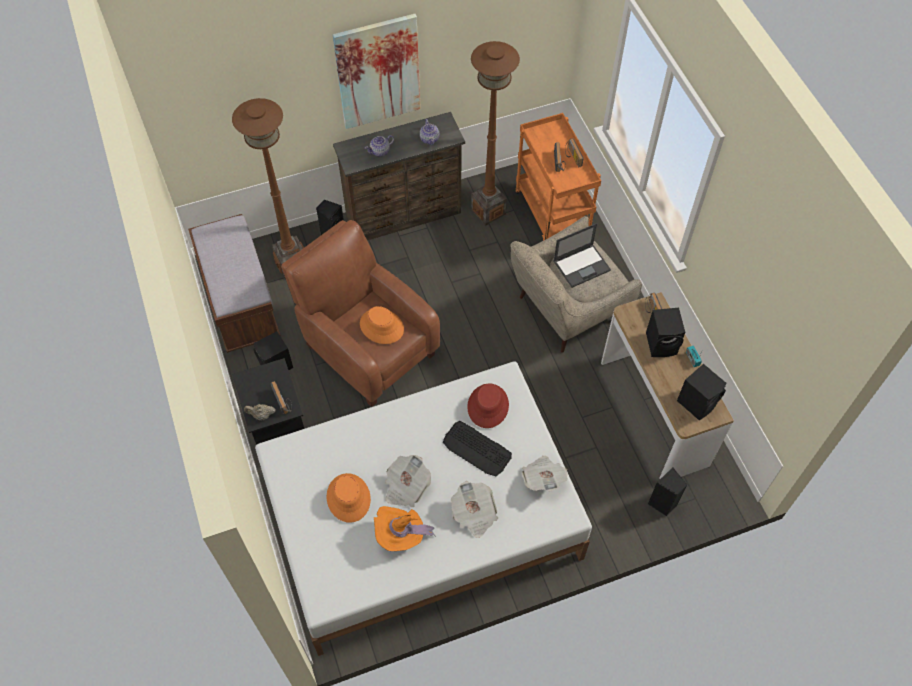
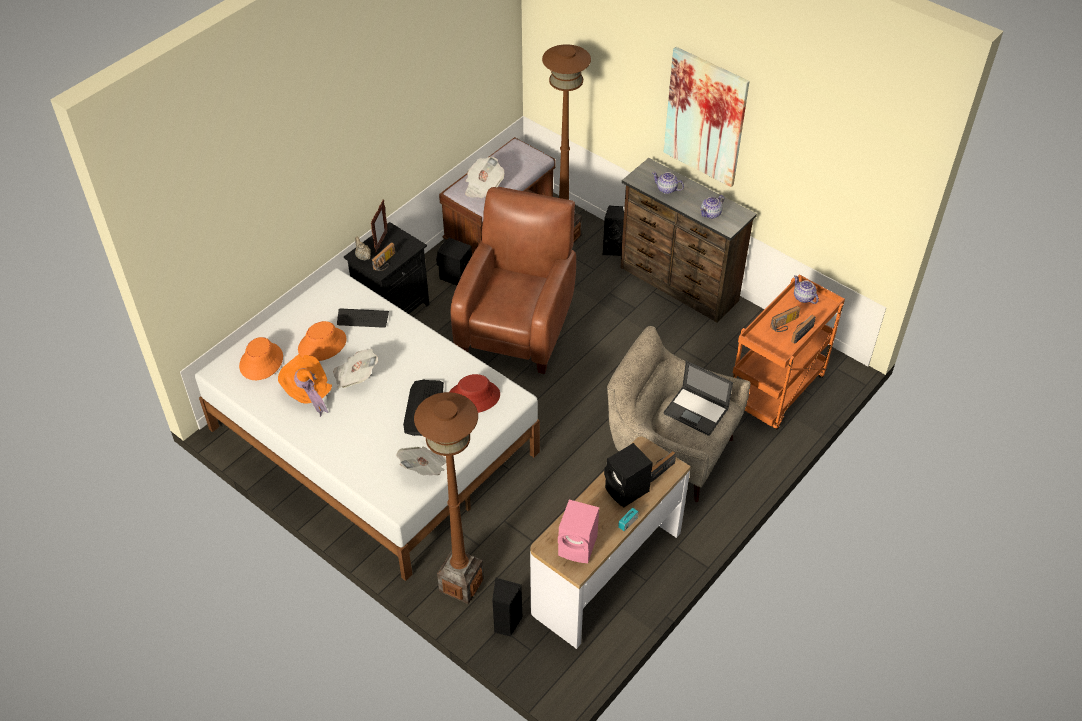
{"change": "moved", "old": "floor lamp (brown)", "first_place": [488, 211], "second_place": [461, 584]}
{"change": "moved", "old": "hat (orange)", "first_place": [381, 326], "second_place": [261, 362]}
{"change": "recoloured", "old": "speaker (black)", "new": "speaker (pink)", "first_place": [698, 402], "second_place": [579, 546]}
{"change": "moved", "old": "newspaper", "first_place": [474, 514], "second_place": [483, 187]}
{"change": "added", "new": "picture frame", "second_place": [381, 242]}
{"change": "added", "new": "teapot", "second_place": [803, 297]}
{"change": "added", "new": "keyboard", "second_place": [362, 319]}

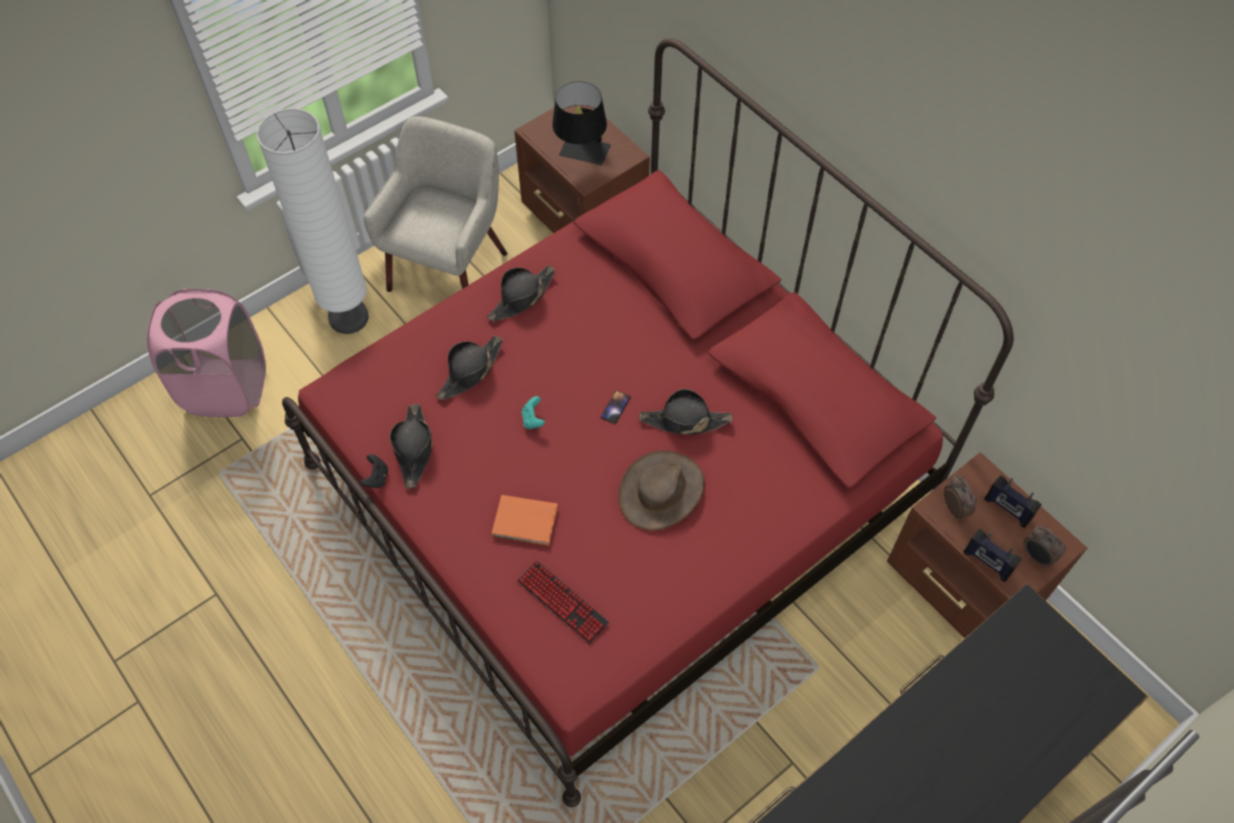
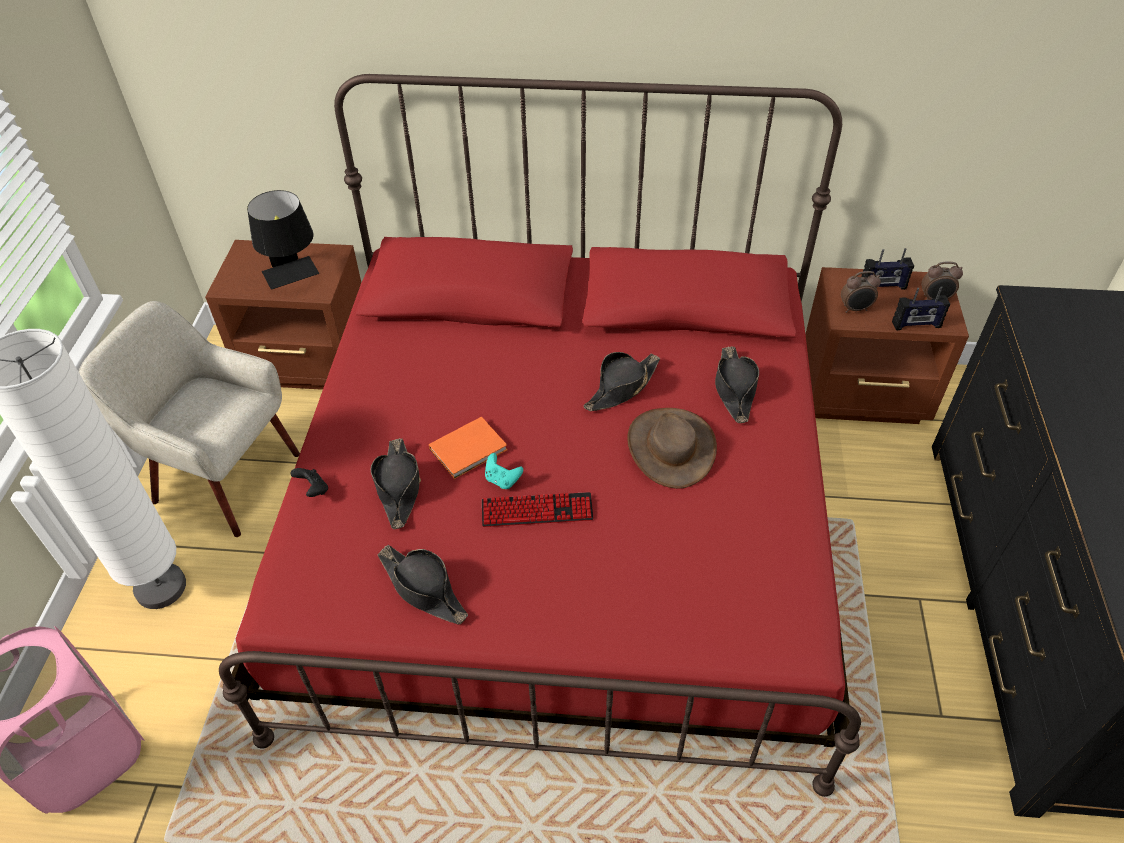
{"change": "turned", "old": "armchair (beige)", "first_place": [450, 270], "second_place": [224, 478], "degrees": -45}
{"change": "moved", "old": "hat (black)", "first_place": [521, 297], "second_place": [734, 389]}
{"change": "removed", "old": "phone", "first_place": [615, 407]}
{"change": "moved", "old": "game controller (black)", "first_place": [376, 478], "second_place": [313, 490]}
{"change": "turned", "old": "alarm clock", "first_place": [955, 508], "second_place": [855, 309], "degrees": 150}
{"change": "moved", "old": "book (orange)", "first_place": [526, 522], "second_place": [470, 449]}
{"change": "moved", "old": "keyboard", "first_place": [562, 602], "second_place": [537, 511]}

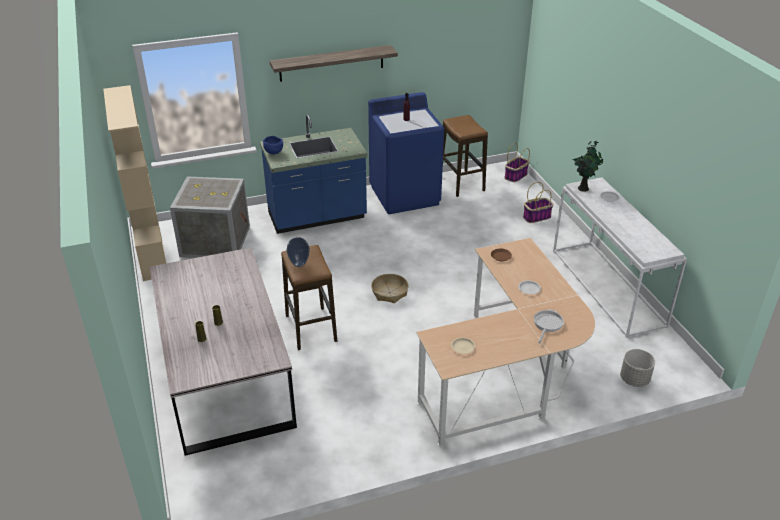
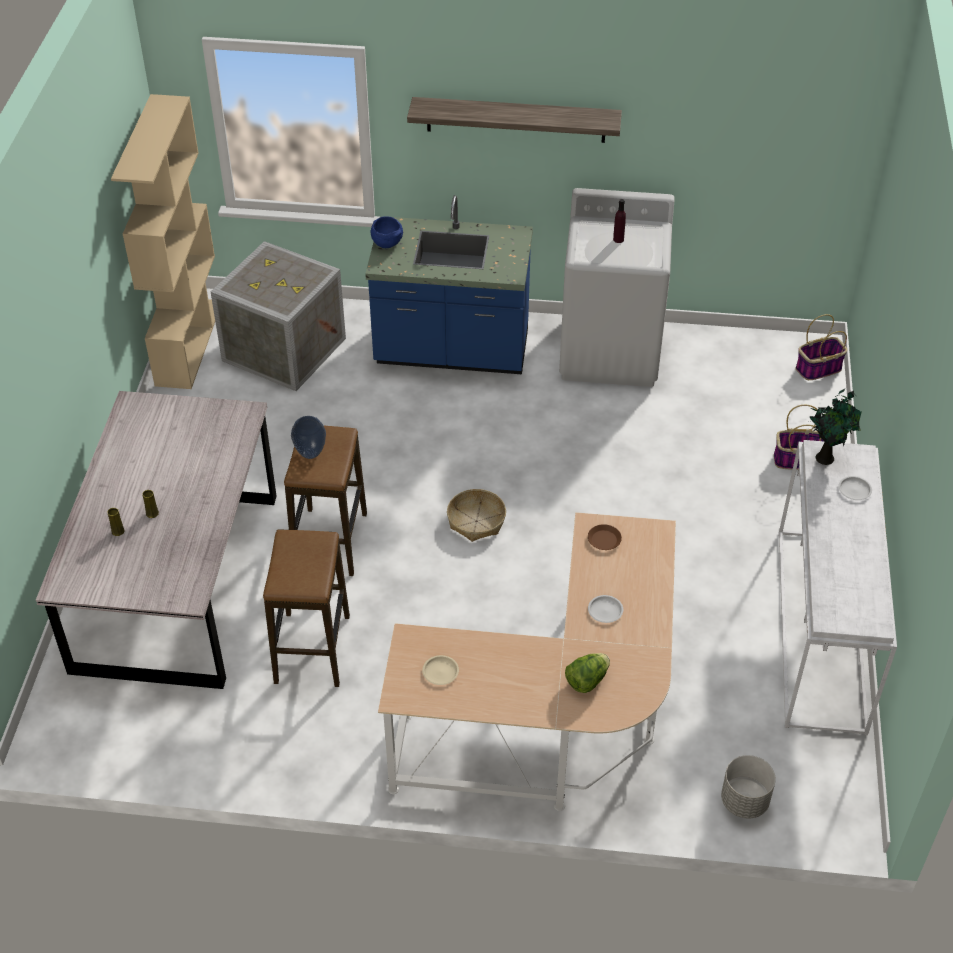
{"change": "recoloured", "old": "washing machine (blue)", "new": "washing machine (white)", "first_place": [405, 195], "second_place": [611, 352]}
{"change": "moved", "old": "stool", "first_place": [461, 184], "second_place": [312, 650]}
{"change": "replaced", "old": "frying pan", "new": "lettuce", "first_place": [547, 324], "second_place": [587, 680]}

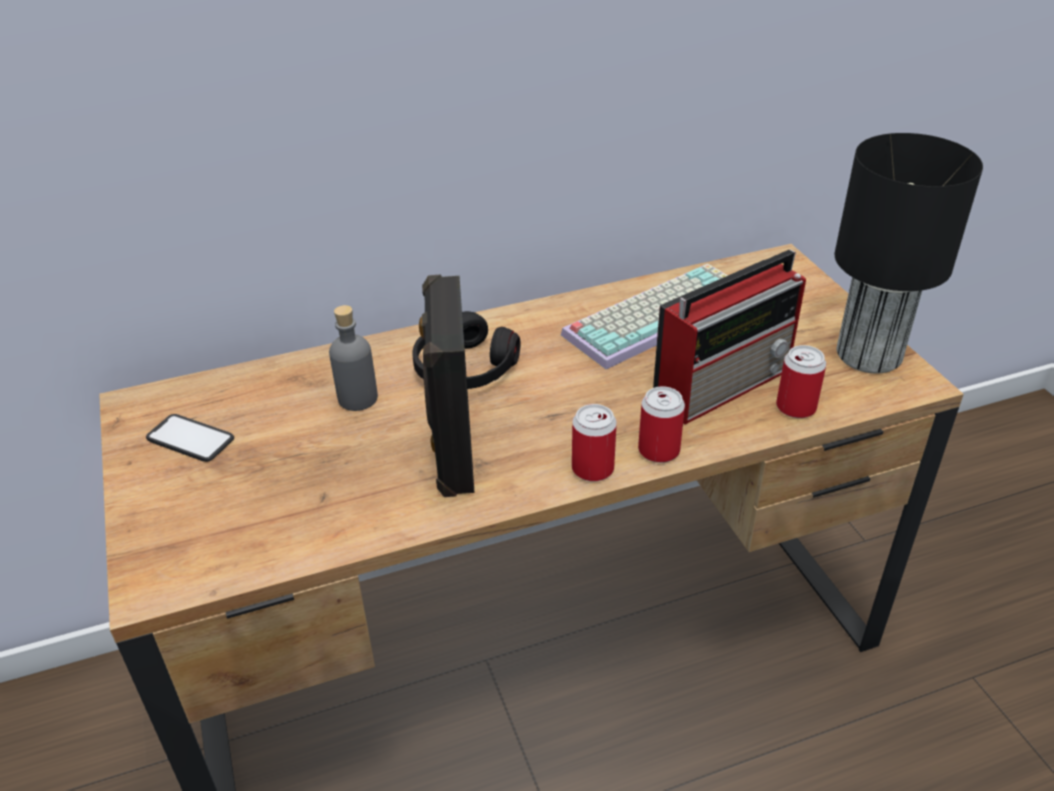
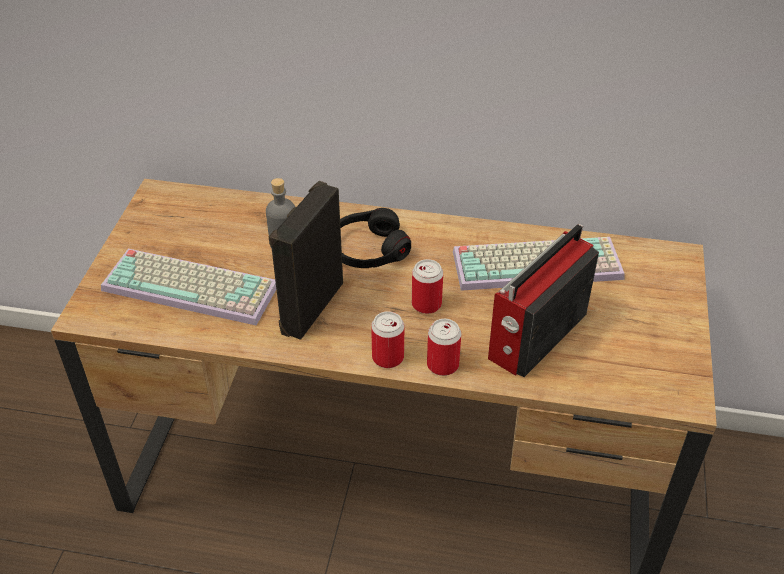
{"change": "removed", "old": "table lamp (black)", "first_place": [867, 354]}
{"change": "turned", "old": "radio", "first_place": [724, 383], "second_place": [535, 337], "degrees": 135}
{"change": "moved", "old": "can", "first_place": [796, 407], "second_place": [426, 304]}
{"change": "removed", "old": "phone", "first_place": [190, 439]}
{"change": "added", "new": "keyboard", "second_place": [193, 286]}

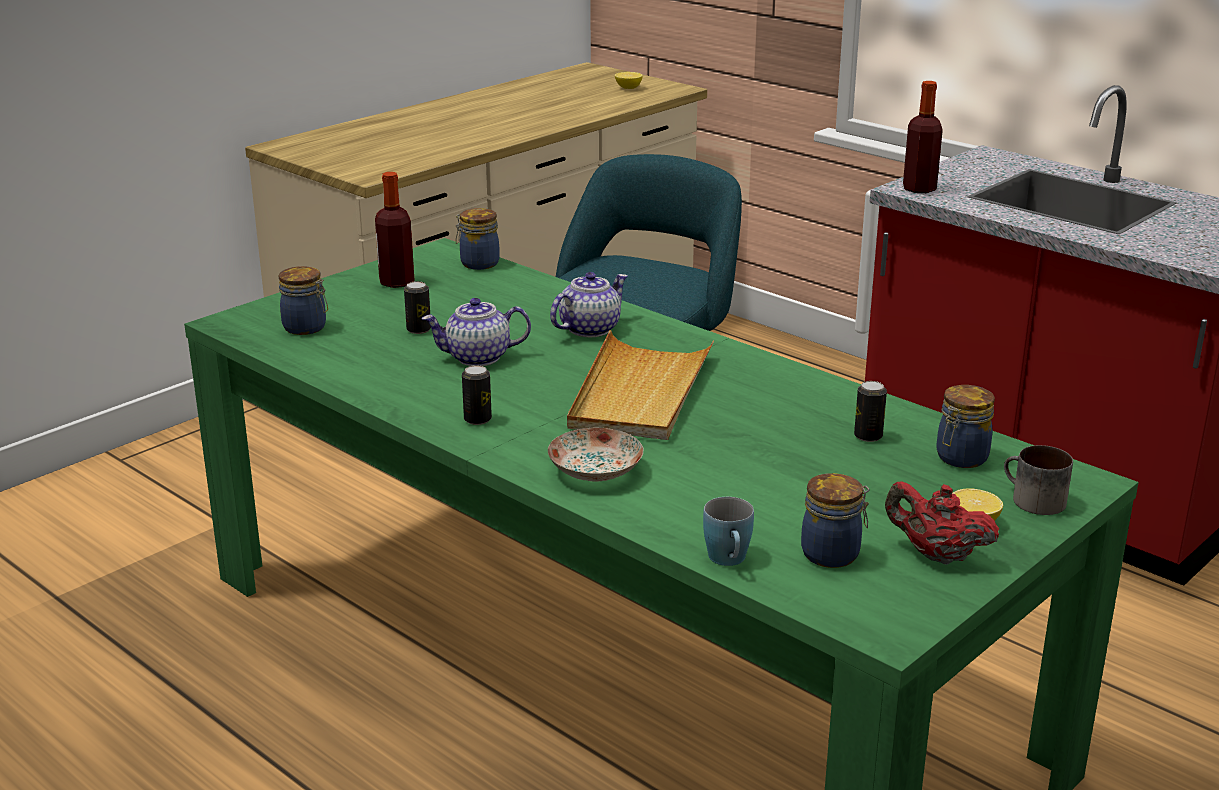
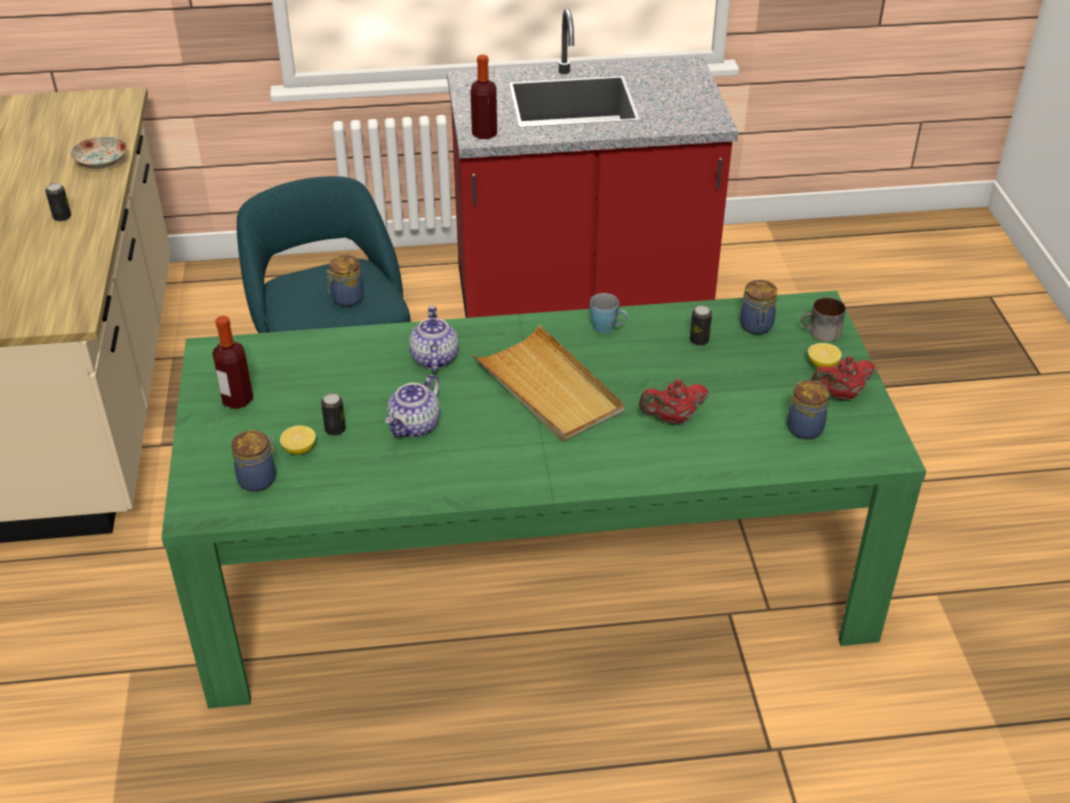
{"change": "moved", "old": "lemon", "first_place": [628, 88], "second_place": [299, 449]}
{"change": "moved", "old": "jar", "first_place": [478, 263], "second_place": [346, 299]}
{"change": "moved", "old": "can", "first_place": [477, 419], "second_place": [62, 217]}
{"change": "moved", "old": "plate", "first_place": [594, 471], "second_place": [101, 162]}
{"change": "moved", "old": "mug (blue)", "first_place": [729, 561], "second_place": [608, 328]}
{"change": "added", "new": "teapot (red)", "second_place": [672, 419]}

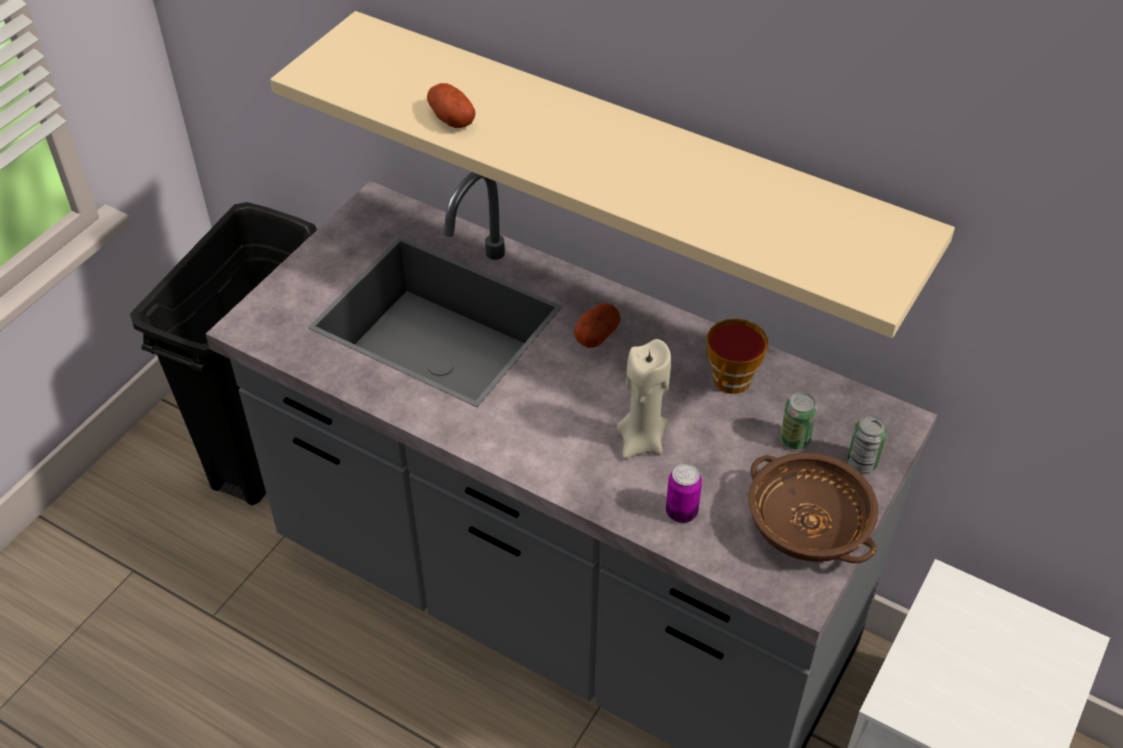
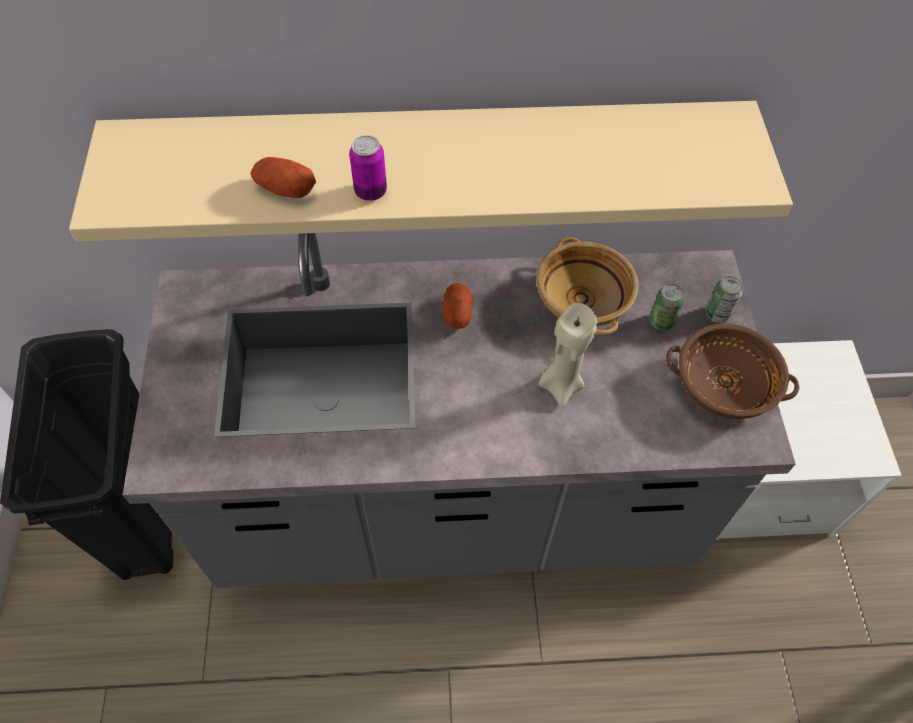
{"change": "replaced", "old": "cup", "new": "bowl (beige)", "first_place": [730, 383], "second_place": [583, 300]}
{"change": "moved", "old": "can", "first_place": [681, 512], "second_place": [370, 191]}

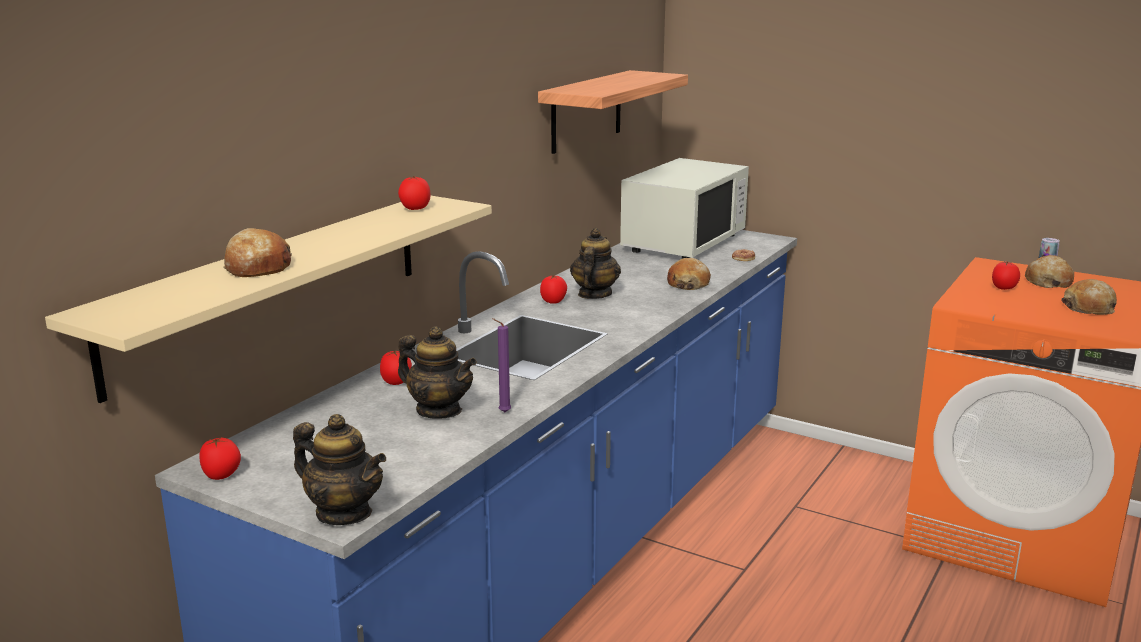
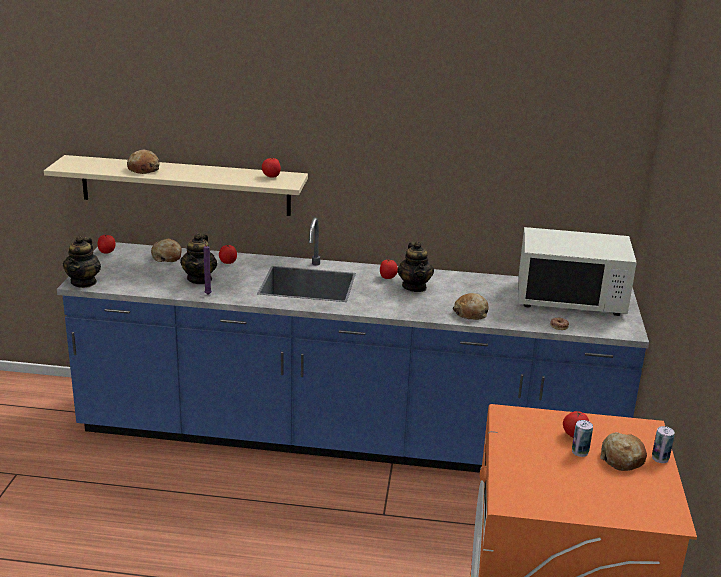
{"change": "removed", "old": "shelf", "first_place": [586, 111]}
{"change": "turned", "old": "teapot", "first_place": [594, 294], "second_place": [414, 287], "degrees": 90}
{"change": "moved", "old": "bread", "first_place": [1089, 308], "second_place": [167, 257]}
{"change": "added", "new": "can", "second_place": [580, 452]}

